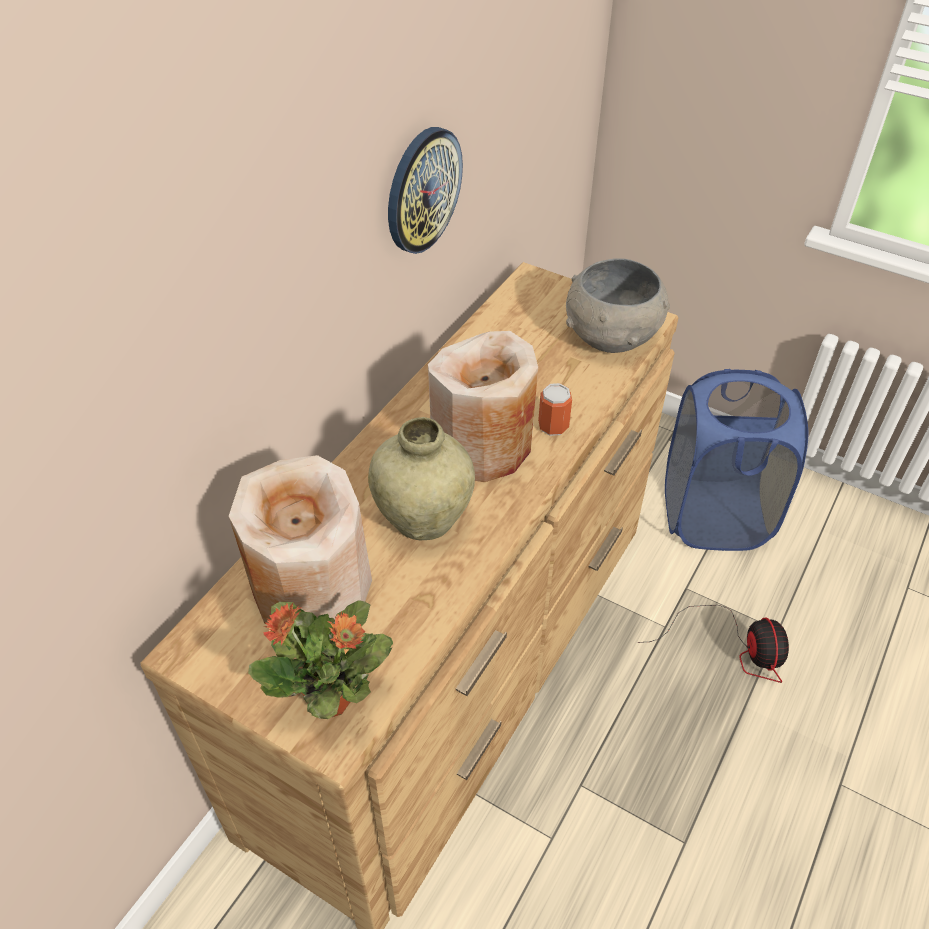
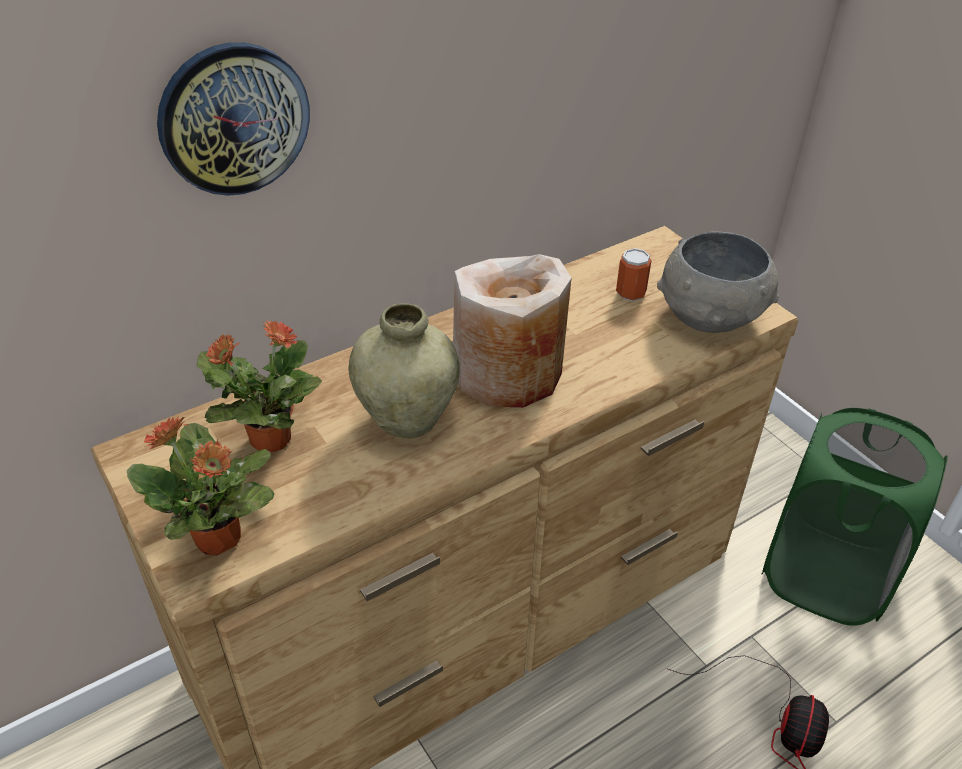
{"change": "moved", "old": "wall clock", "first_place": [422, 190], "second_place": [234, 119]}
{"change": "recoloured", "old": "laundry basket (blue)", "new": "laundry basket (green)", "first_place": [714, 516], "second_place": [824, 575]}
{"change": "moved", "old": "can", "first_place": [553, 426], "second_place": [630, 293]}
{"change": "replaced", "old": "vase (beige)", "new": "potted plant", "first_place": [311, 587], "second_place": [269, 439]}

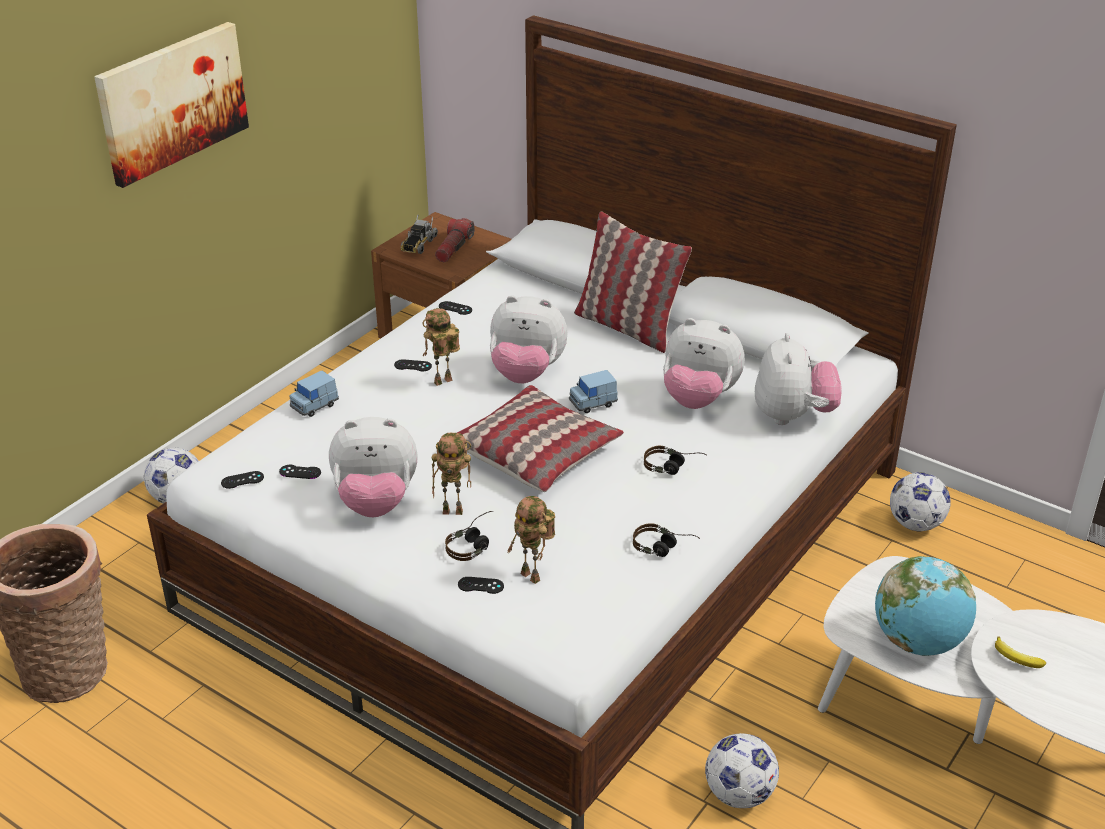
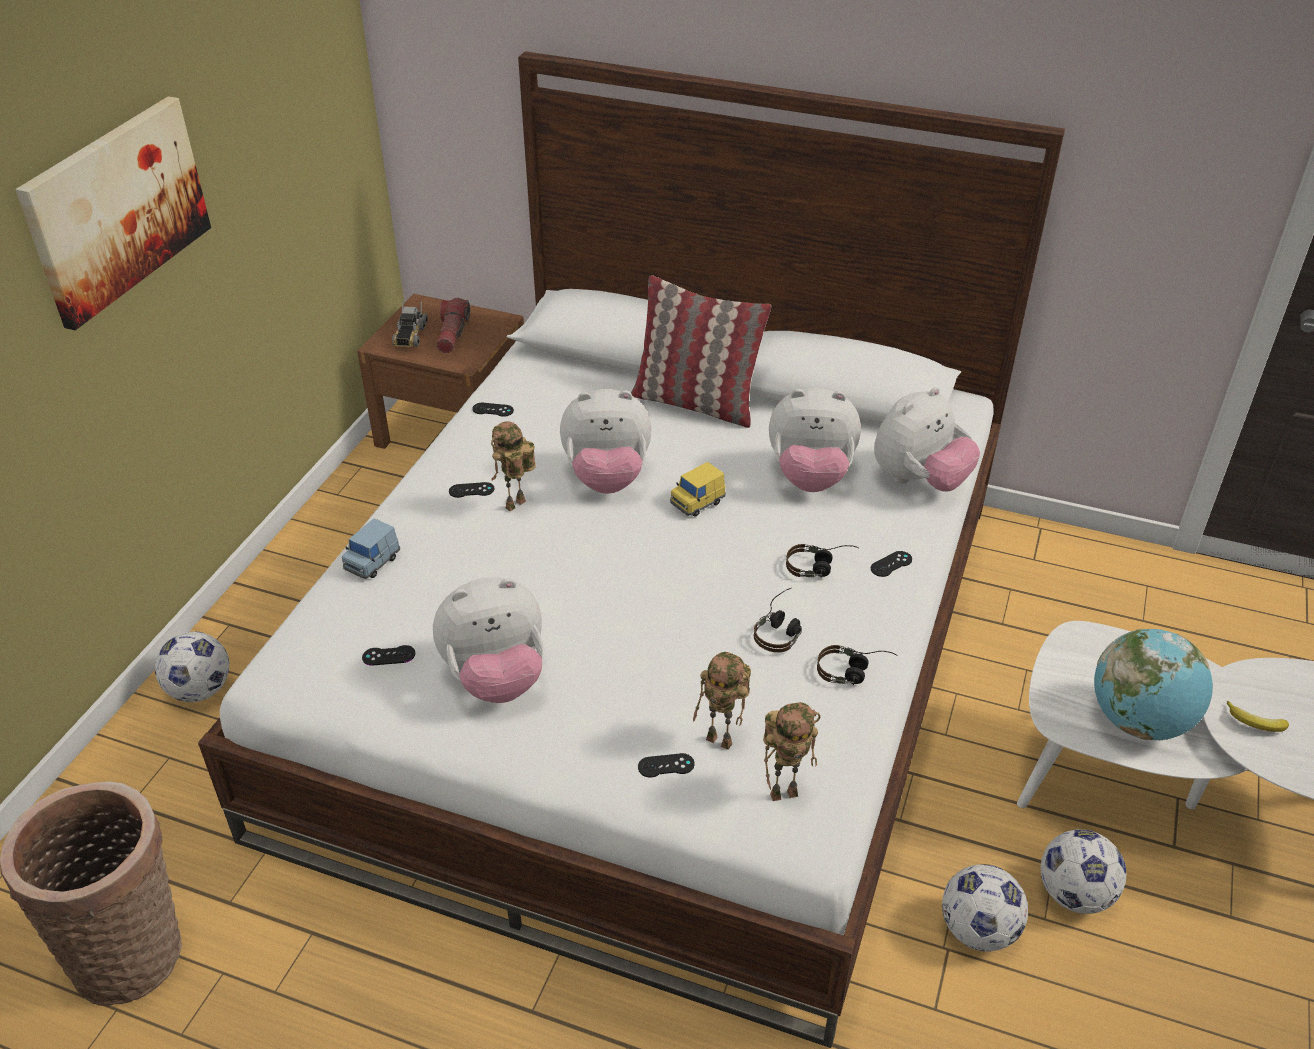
{"change": "turned", "old": "plush toy", "first_place": [793, 416], "second_place": [919, 480], "degrees": 60}
{"change": "recoloured", "old": "toy car (blue)", "new": "toy car (yellow)", "first_place": [593, 403], "second_place": [697, 502]}
{"change": "removed", "old": "pillow", "first_place": [536, 452]}
{"change": "moved", "old": "toy robot", "first_place": [454, 510], "second_place": [785, 792]}
{"change": "moved", "old": "game controller (black)", "first_place": [242, 480], "second_place": [891, 564]}
{"change": "moved", "old": "football", "first_place": [915, 524], "second_place": [1074, 894]}
{"change": "moved", "old": "headphones", "first_place": [474, 544], "second_place": [781, 629]}

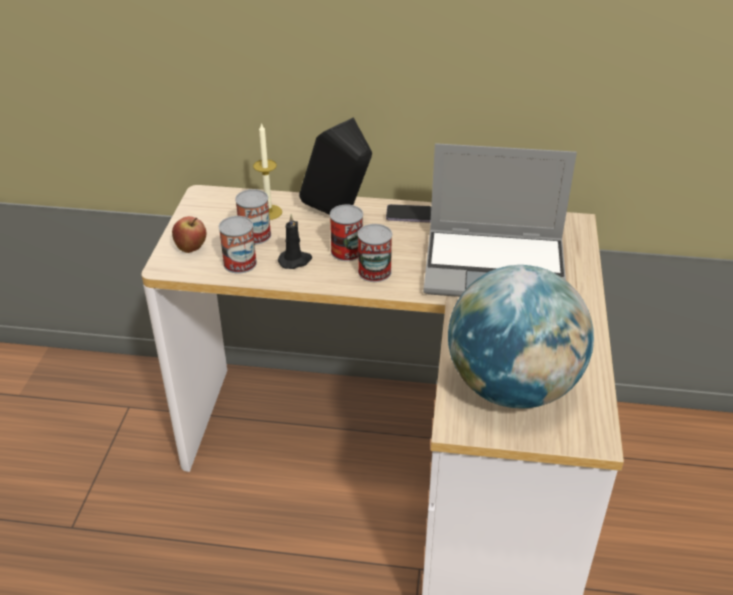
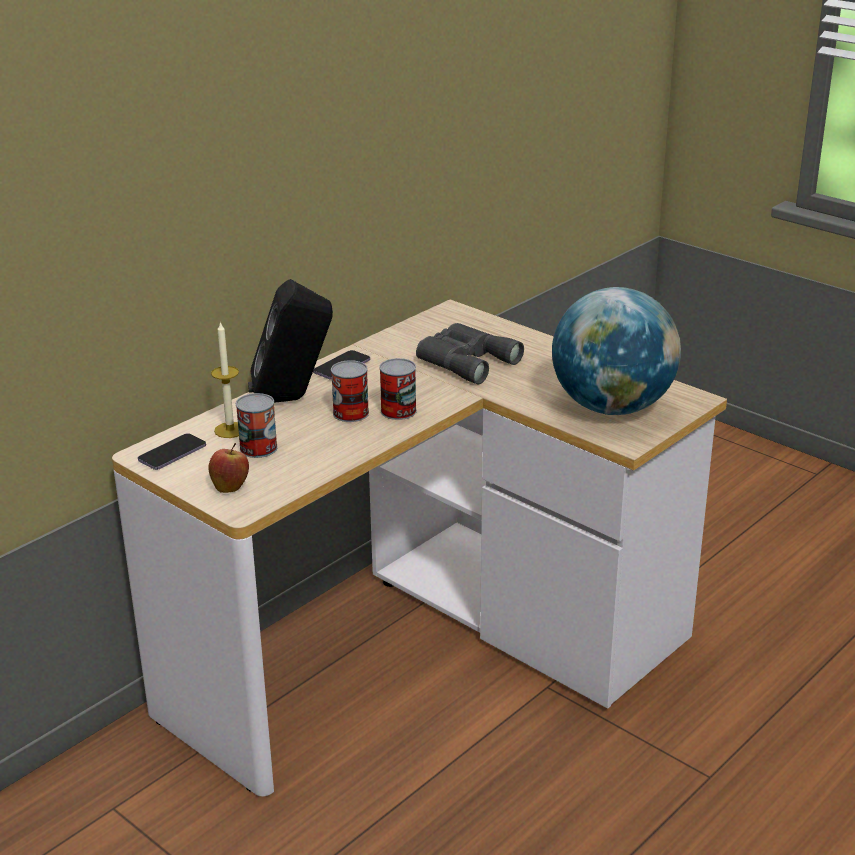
{"change": "replaced", "old": "laptop", "new": "binoculars (grey)", "first_place": [496, 267], "second_place": [464, 360]}
{"change": "removed", "old": "candle (black)", "first_place": [295, 261]}
{"change": "removed", "old": "can", "first_place": [240, 263]}
{"change": "added", "new": "phone", "second_place": [172, 454]}

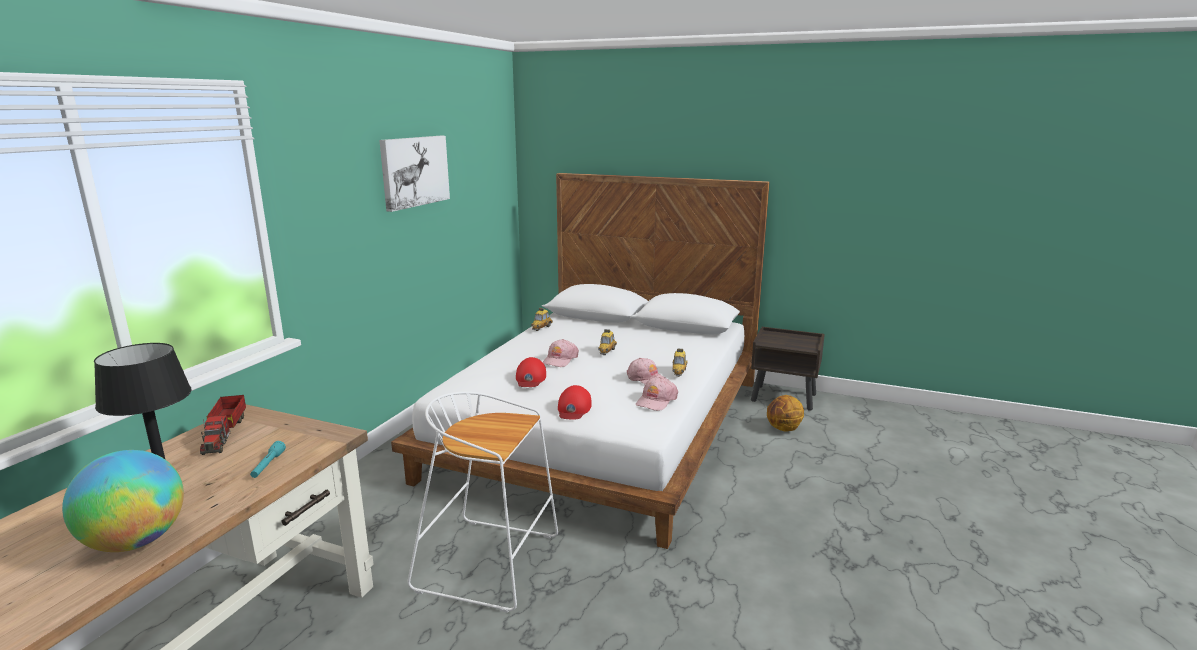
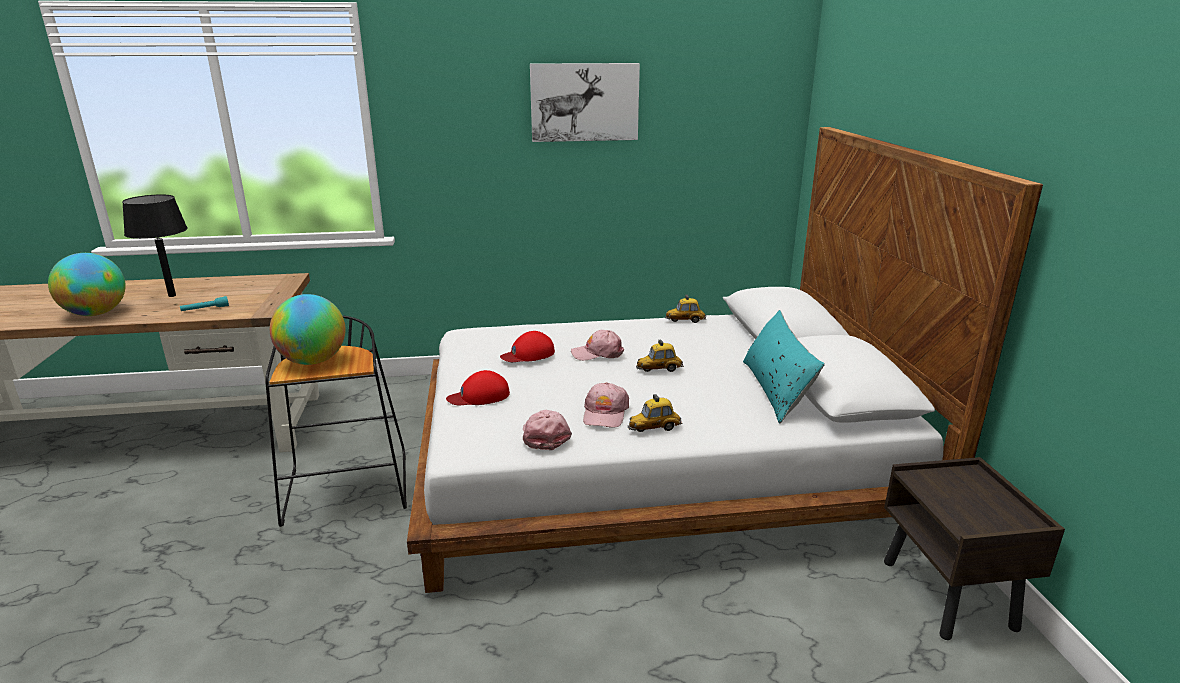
{"change": "turned", "old": "cap (pink)", "first_place": [656, 400], "second_place": [545, 435], "degrees": 75}
{"change": "recoloured", "old": "stool (white)", "new": "stool (black)", "first_place": [491, 562], "second_place": [349, 490]}
{"change": "removed", "old": "toy truck", "first_place": [225, 433]}
{"change": "removed", "old": "basketball", "first_place": [783, 429]}
{"change": "added", "new": "globe", "second_place": [313, 361]}
{"change": "added", "new": "pillow (turquoise)", "second_place": [776, 389]}

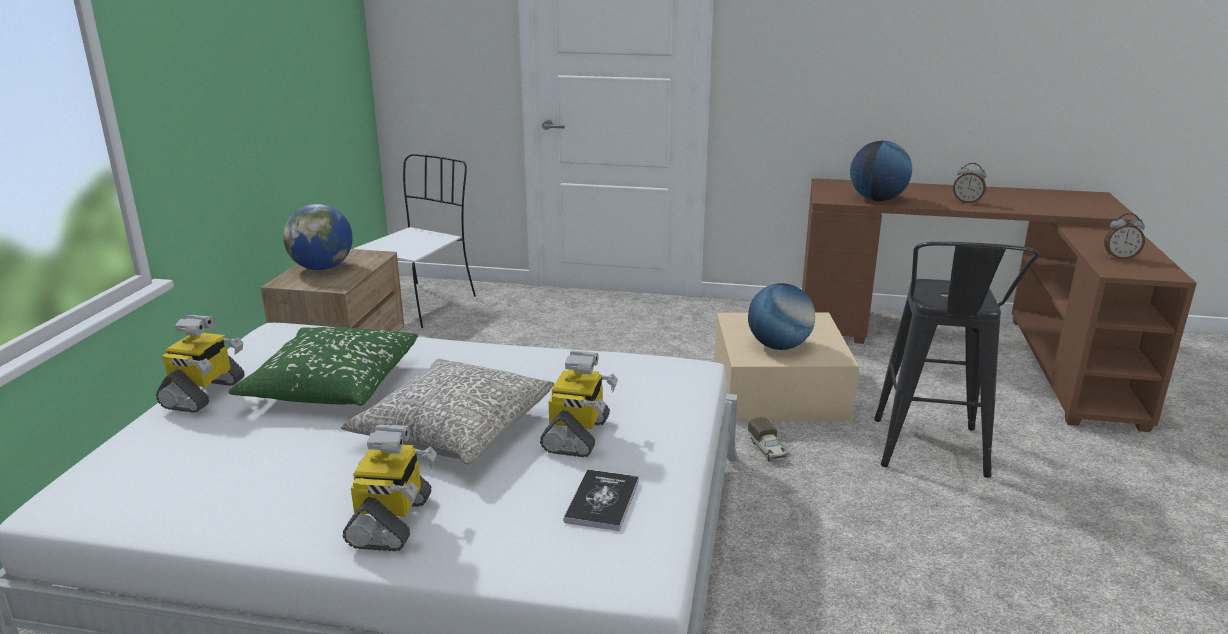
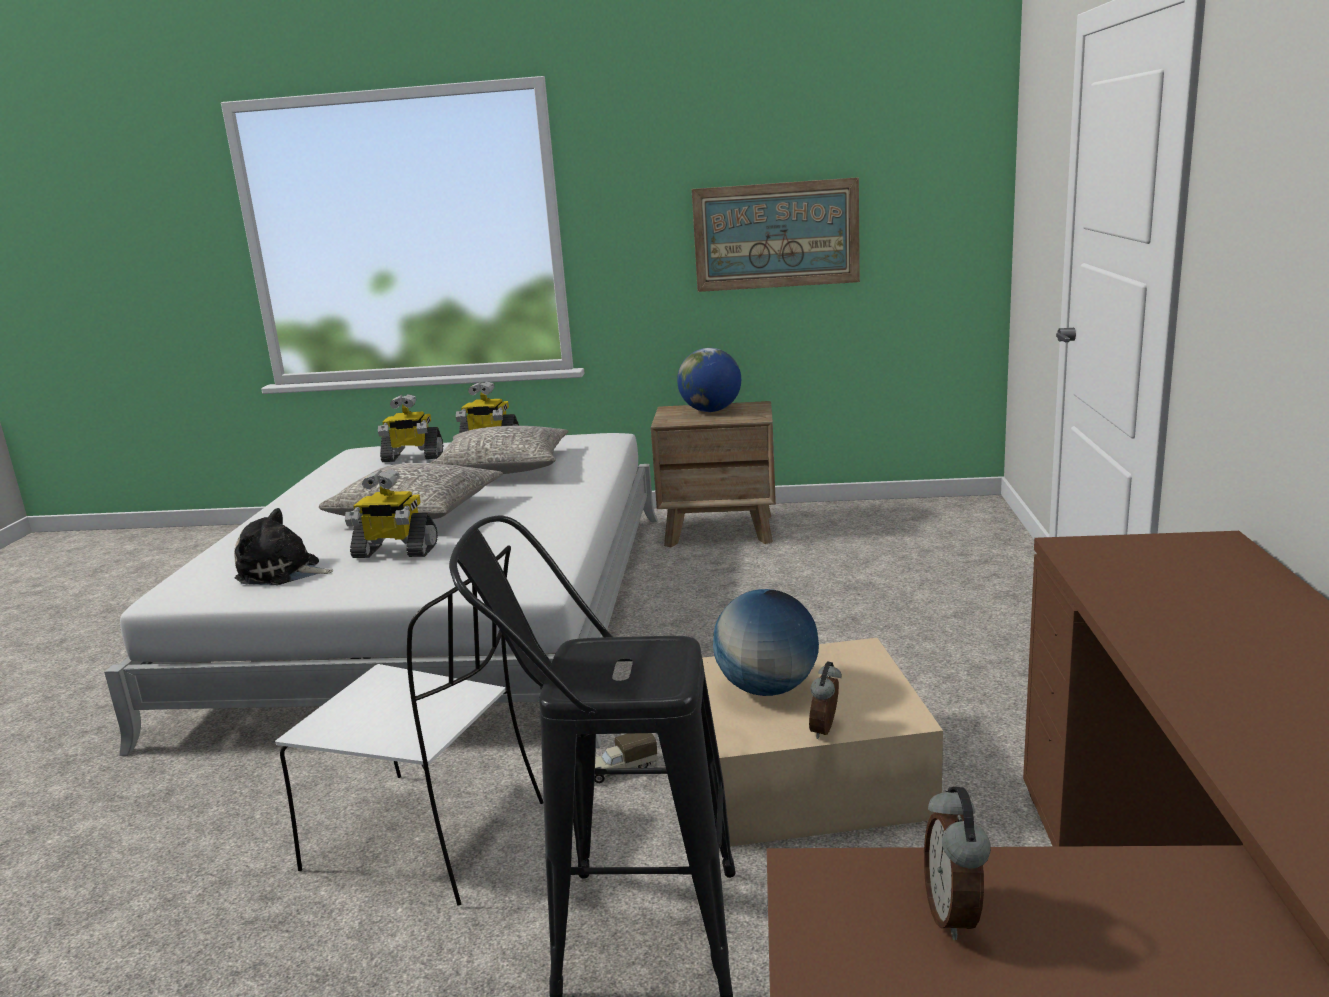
{"change": "removed", "old": "globe", "first_place": [877, 200]}
{"change": "moved", "old": "chair (white)", "first_place": [421, 304], "second_place": [431, 837]}
{"change": "moved", "old": "alarm clock", "first_place": [967, 202], "second_place": [826, 730]}
{"change": "recoloured", "old": "pillow (green)", "new": "pillow (grey)", "first_place": [333, 384], "second_place": [504, 468]}
{"change": "moved", "old": "toy robot", "first_place": [392, 522], "second_place": [412, 457]}
{"change": "replaced", "old": "book", "new": "plush toy", "first_place": [602, 501], "second_place": [282, 572]}
{"change": "added", "new": "picture", "second_place": [776, 235]}

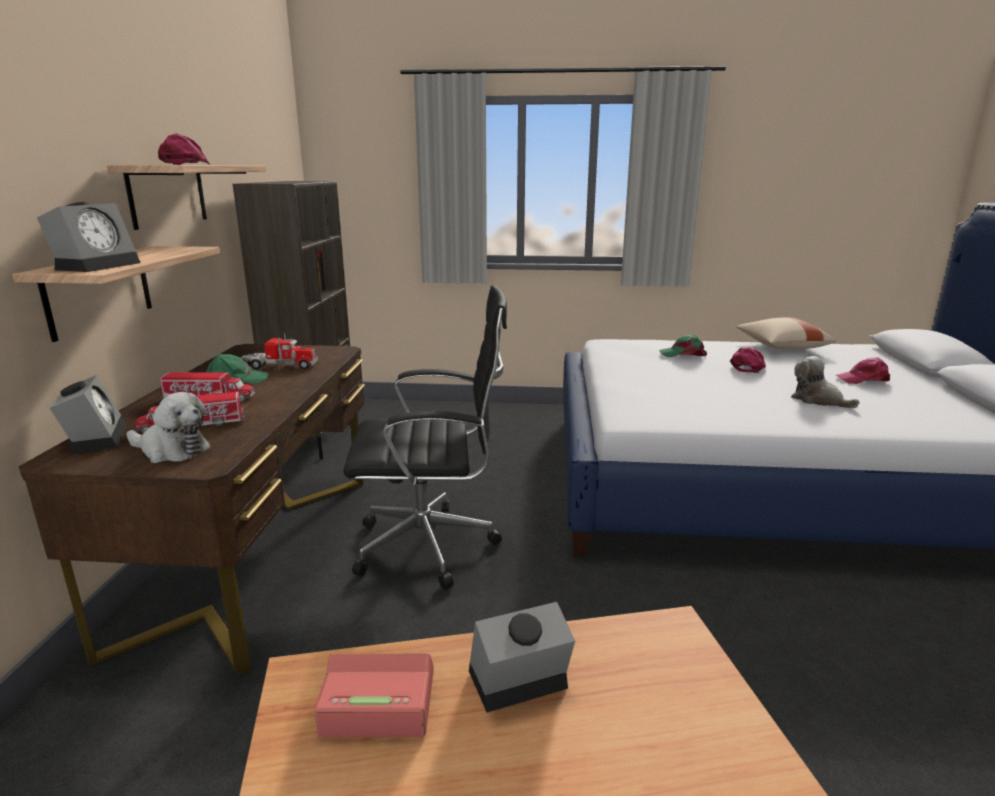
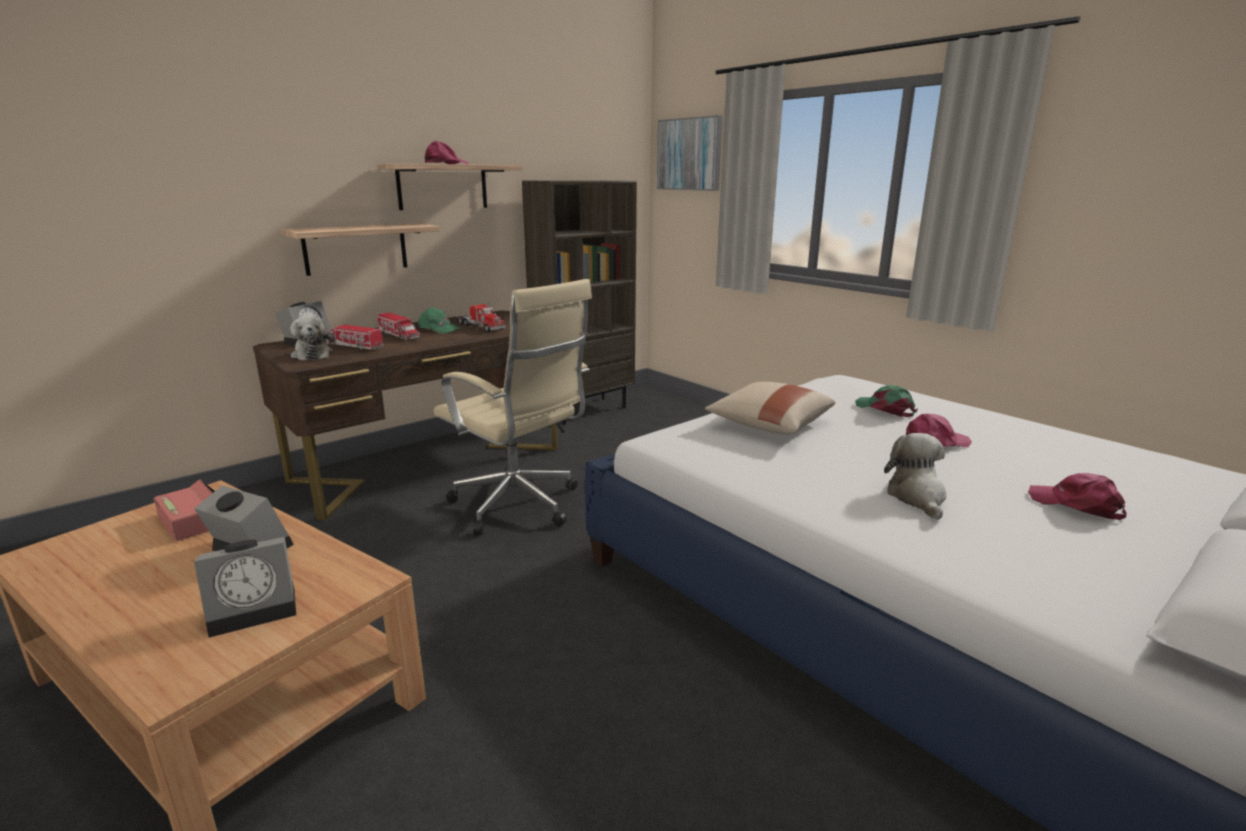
{"change": "moved", "old": "alarm clock", "first_place": [98, 266], "second_place": [257, 608]}
{"change": "recoloured", "old": "office chair (black)", "new": "office chair (beige)", "first_place": [432, 546], "second_place": [520, 506]}
{"change": "moved", "old": "pillow (beige)", "first_place": [781, 347], "second_place": [769, 425]}
{"change": "added", "new": "picture", "second_place": [689, 154]}

